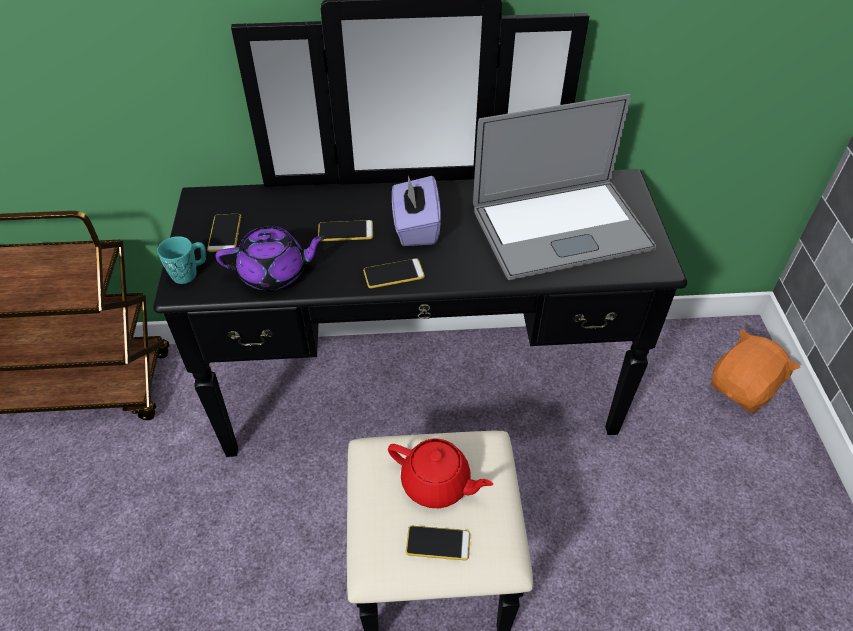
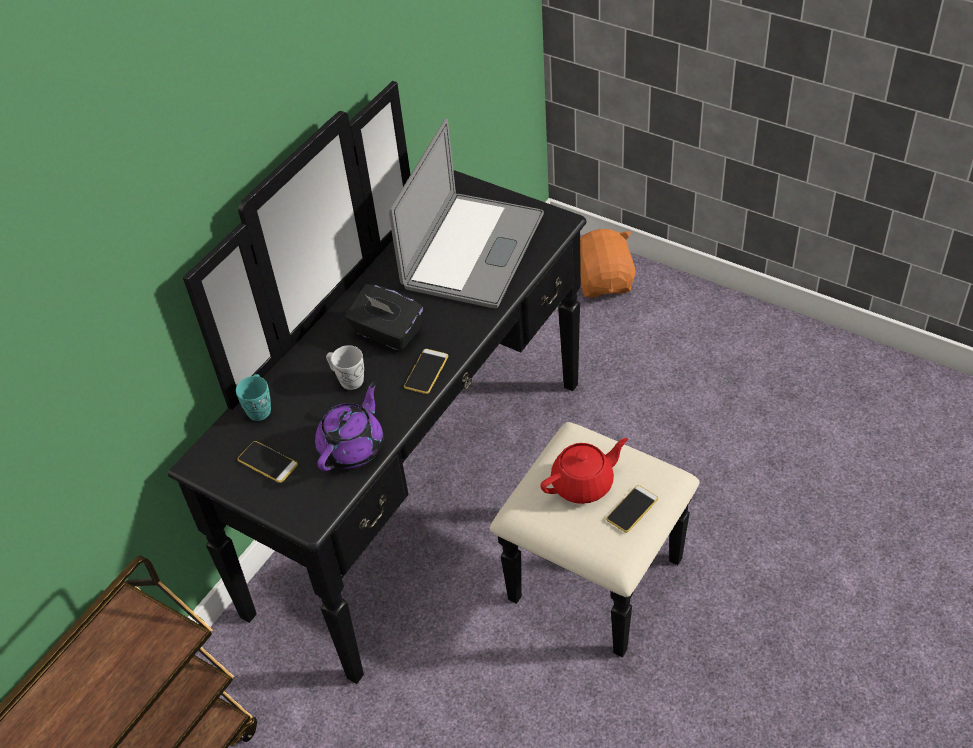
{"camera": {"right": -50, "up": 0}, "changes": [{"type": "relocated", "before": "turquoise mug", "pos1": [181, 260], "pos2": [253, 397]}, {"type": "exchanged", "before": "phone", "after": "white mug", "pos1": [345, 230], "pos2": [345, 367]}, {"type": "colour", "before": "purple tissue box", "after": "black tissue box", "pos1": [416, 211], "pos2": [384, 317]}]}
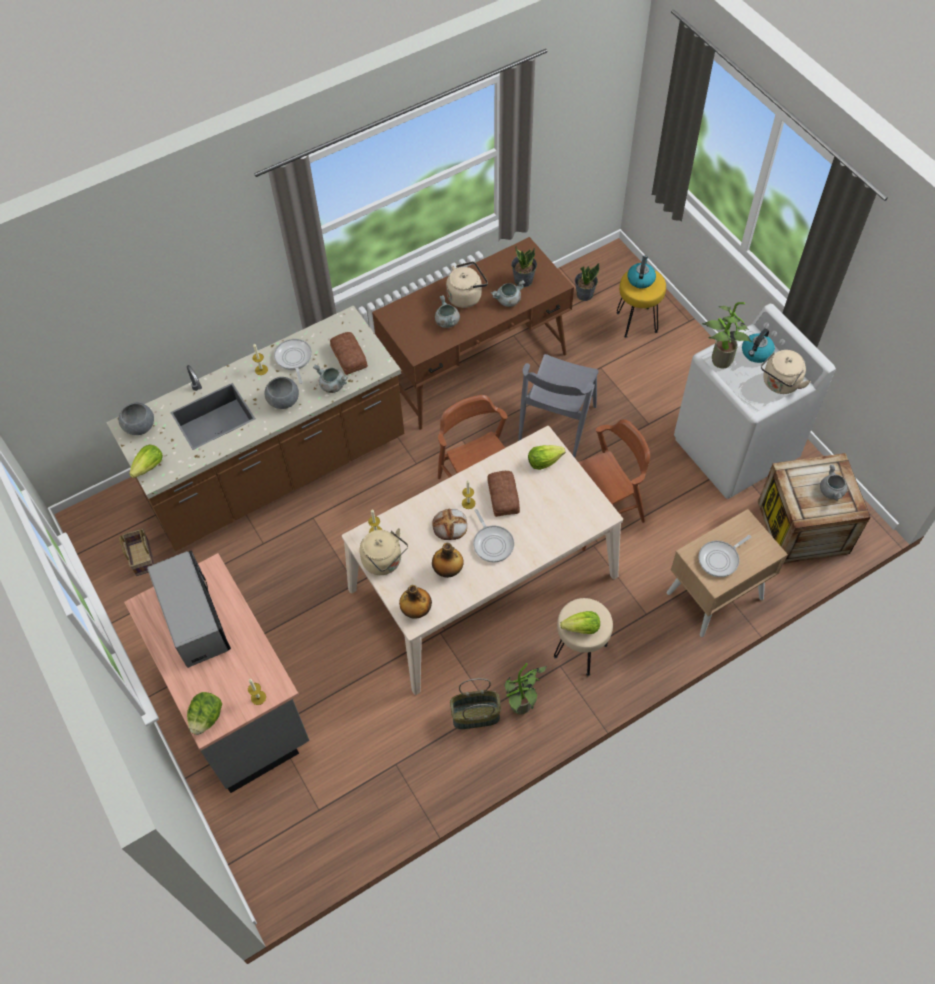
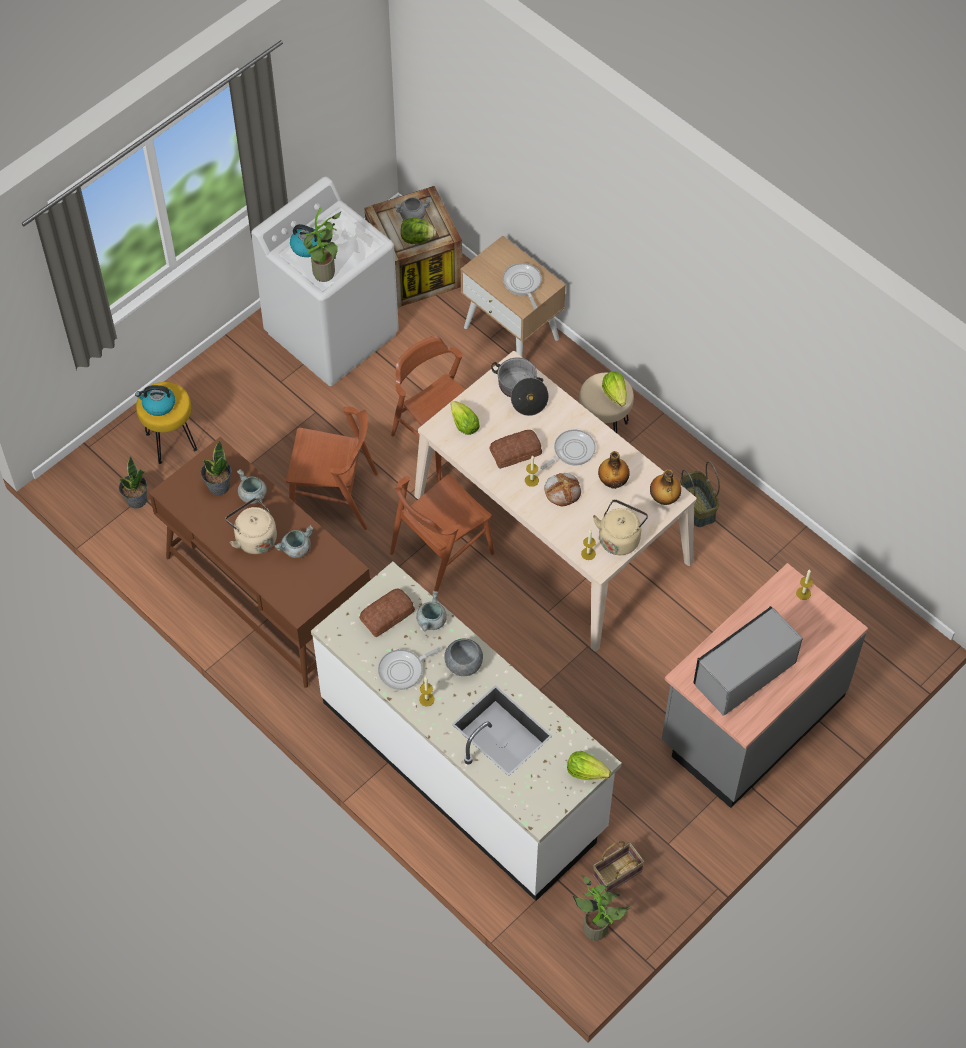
{"camera": {"right": -105, "up": 0}, "changes": [{"type": "colour", "before": "grey chair", "after": "brown chair", "pos1": [558, 406], "pos2": [332, 468]}, {"type": "colour", "before": "brown counter", "after": "white counter", "pos1": [255, 428], "pos2": [466, 731]}, {"type": "relocated", "before": "lettuce", "pos1": [204, 713], "pos2": [418, 231]}, {"type": "appeared", "after": "cooking pot", "pos2": [520, 386]}, {"type": "spun", "before": "frying pan", "pos1": [725, 556], "pos2": [522, 286], "turn": -150}, {"type": "relocated", "before": "potted plant", "pos1": [525, 689], "pos2": [601, 908]}, {"type": "missing", "before": "grey bowl", "pos1": [136, 419]}, {"type": "missing", "before": "beige kettle", "pos1": [786, 372]}]}
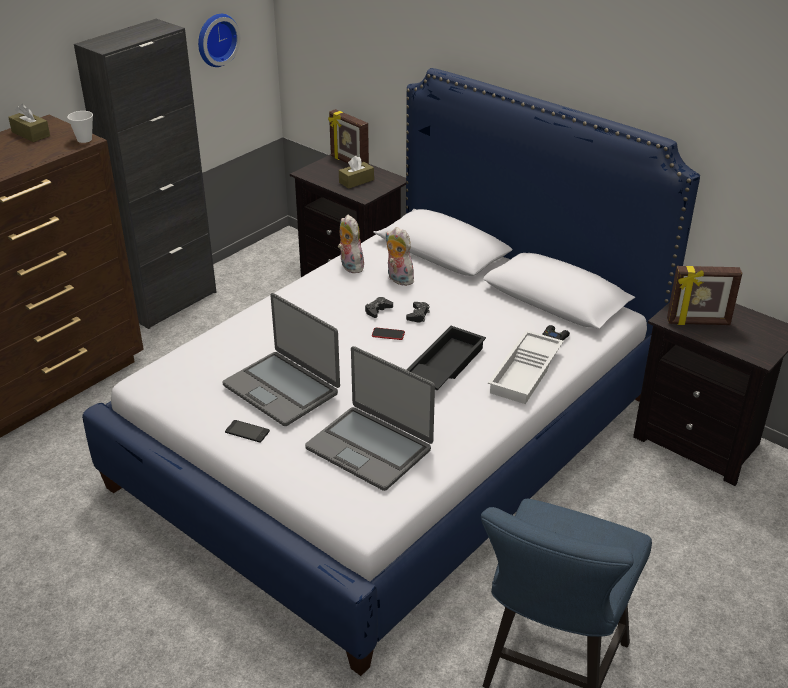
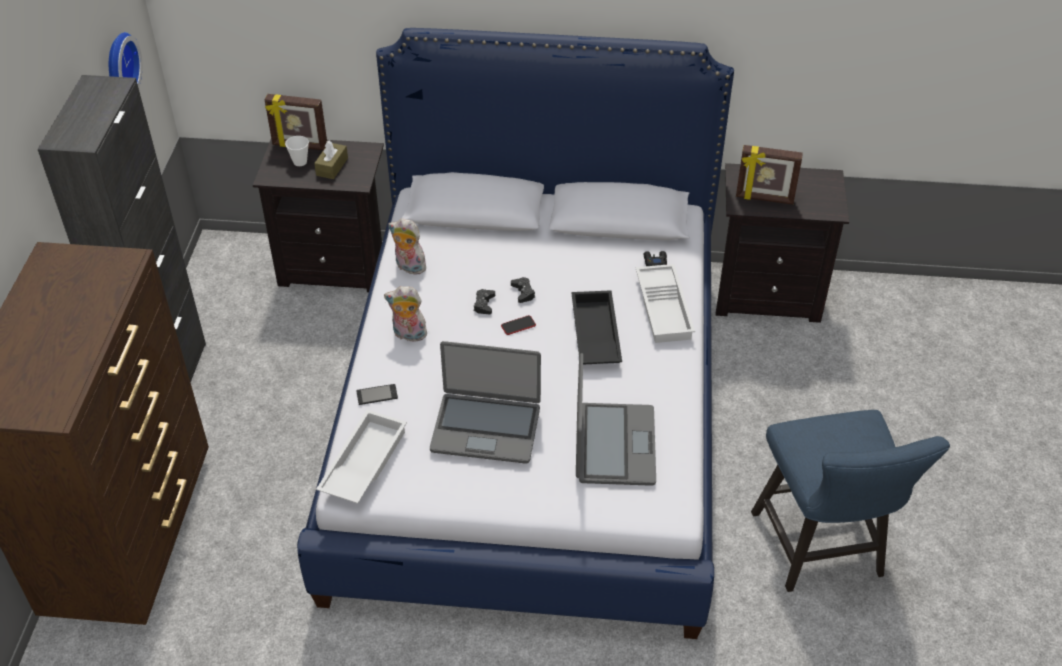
{"camera": {"right": -35, "up": 10}, "changes": [{"type": "relocated", "before": "cup", "pos1": [80, 127], "pos2": [297, 151]}, {"type": "appeared", "after": "white tray", "pos2": [361, 457]}, {"type": "relocated", "before": "phone", "pos1": [247, 431], "pos2": [377, 394]}, {"type": "relocated", "before": "plush toy", "pos1": [400, 256], "pos2": [405, 314]}, {"type": "spun", "before": "laptop", "pos1": [370, 418], "pos2": [616, 419], "turn": -90}, {"type": "spun", "before": "picture frame", "pos1": [704, 295], "pos2": [769, 175], "turn": 45}, {"type": "missing", "before": "brown tissue box", "pos1": [29, 123]}]}
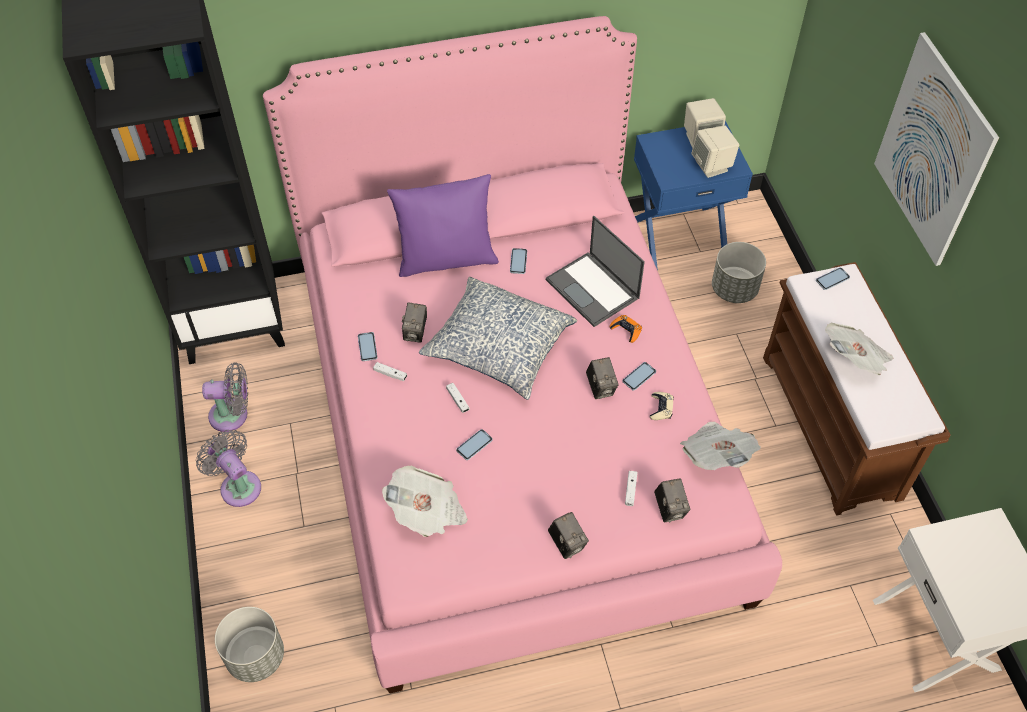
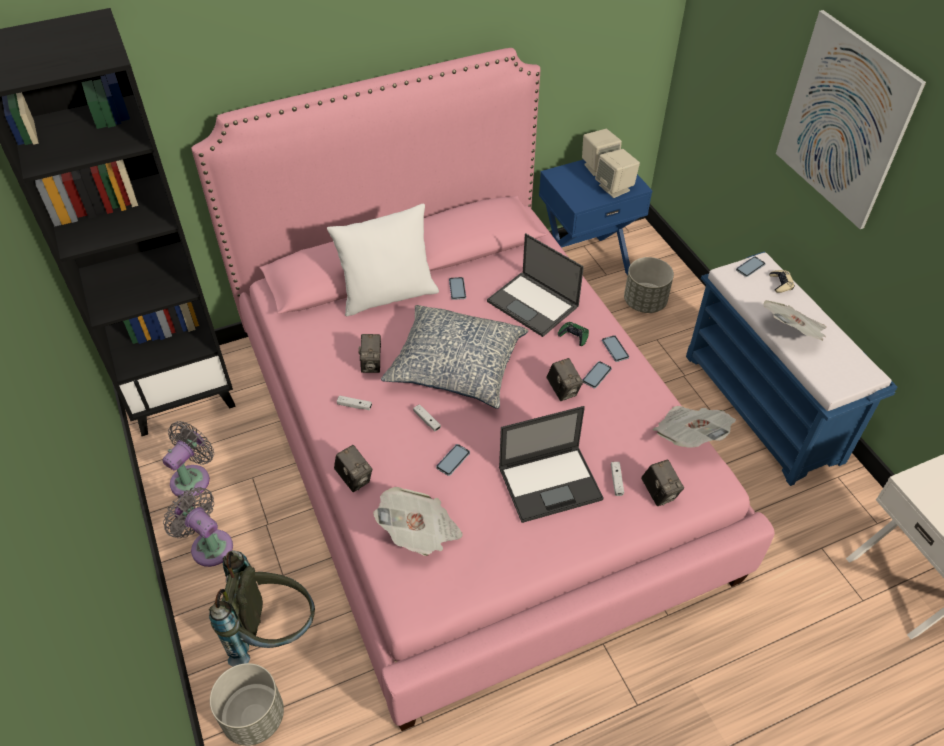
{"camera": {"right": -10, "up": -5}, "changes": [{"type": "spun", "before": "grey fan", "pos1": [225, 397], "pos2": [188, 459], "turn": -45}, {"type": "appeared", "after": "grey backpack", "pos2": [262, 608]}, {"type": "colour", "before": "purple pillow", "after": "white pillow", "pos1": [443, 225], "pos2": [383, 259]}, {"type": "relocated", "before": "photo camera", "pos1": [568, 535], "pos2": [353, 468]}, {"type": "appeared", "after": "laptop", "pos2": [551, 464]}, {"type": "colour", "before": "orange game controller", "after": "green game controller", "pos1": [626, 329], "pos2": [573, 334]}, {"type": "relocated", "before": "phone", "pos1": [368, 346], "pos2": [615, 348]}, {"type": "colour", "before": "brown bench", "after": "blue bench", "pos1": [857, 389], "pos2": [791, 368]}, {"type": "relocated", "before": "beige game controller", "pos1": [662, 406], "pos2": [782, 281]}]}
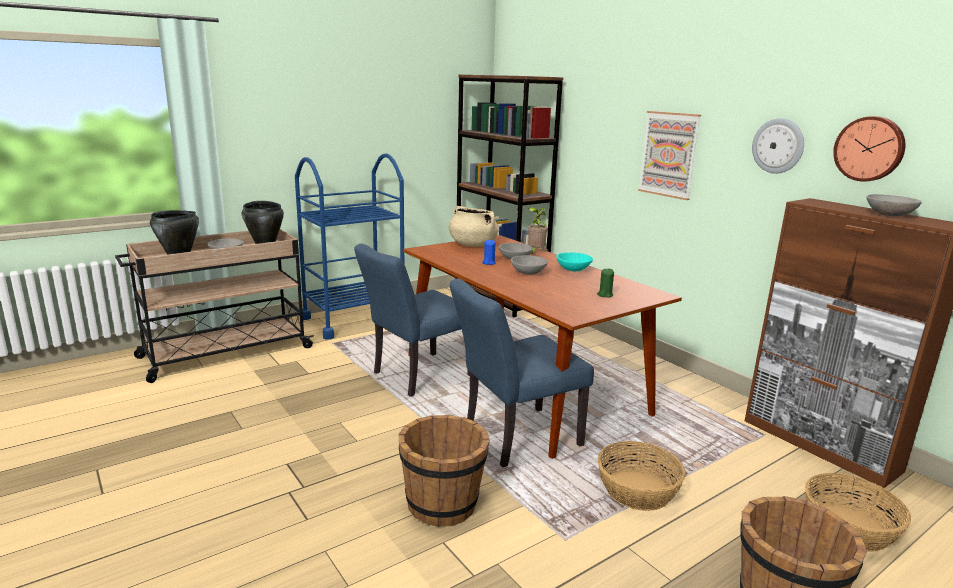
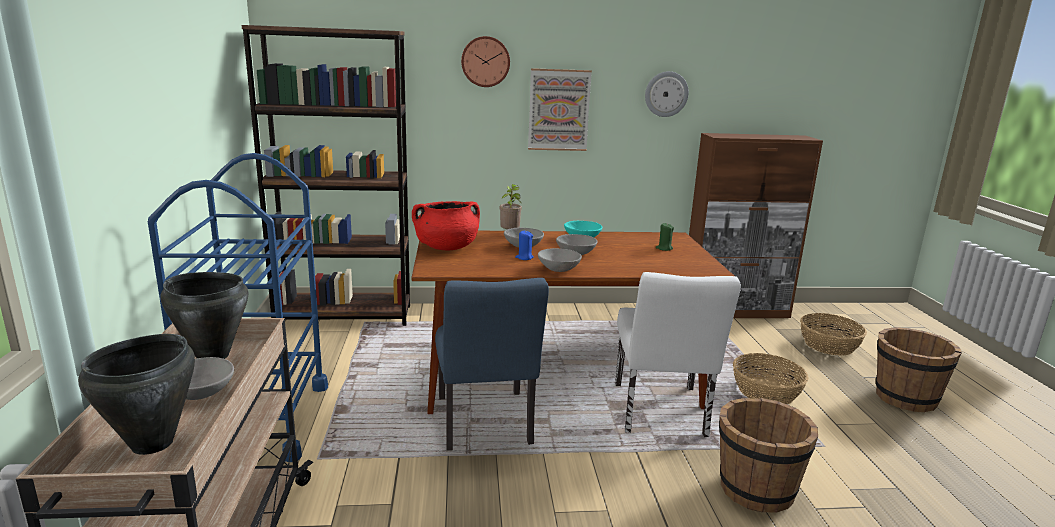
{"camera": {"right": -60, "up": 0}, "changes": [{"type": "colour", "before": "beige cooking pot", "after": "red cooking pot", "pos1": [473, 226], "pos2": [446, 225]}, {"type": "relocated", "before": "wall clock", "pos1": [869, 149], "pos2": [485, 61]}, {"type": "relocated", "before": "grey bowl", "pos1": [894, 205], "pos2": [560, 260]}, {"type": "colour", "before": "blue chair", "after": "white chair", "pos1": [522, 373], "pos2": [678, 354]}]}
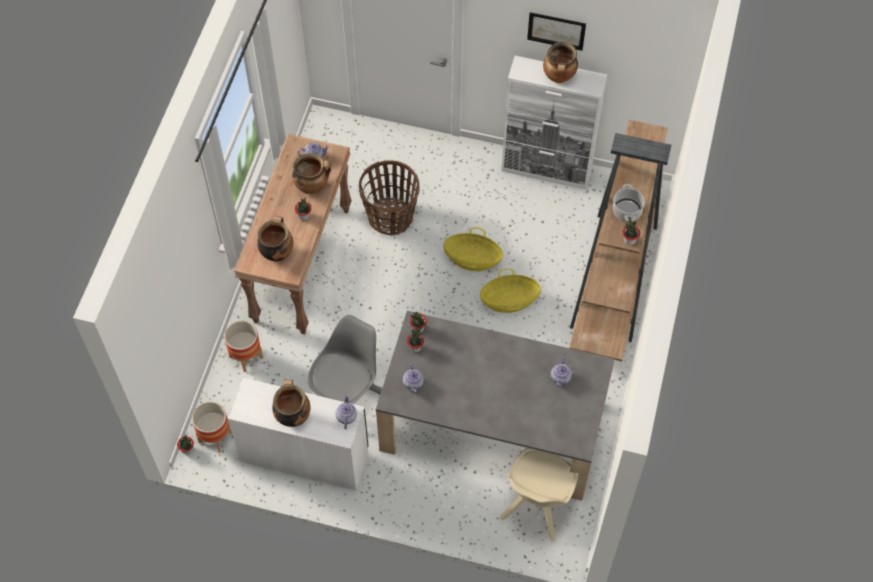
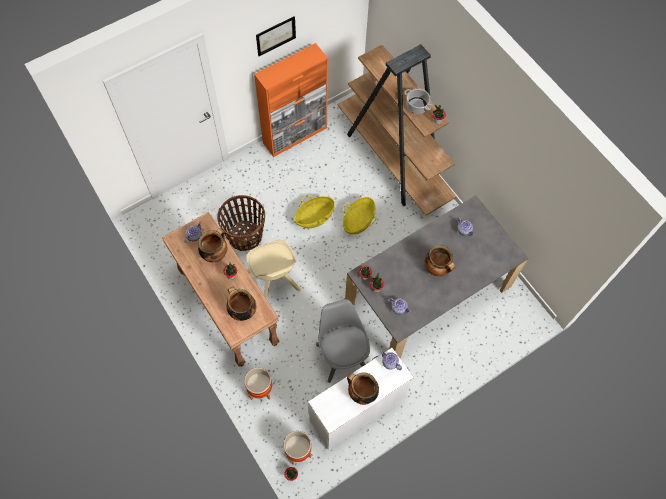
{"camera": {"right": -50, "up": 5}, "changes": [{"type": "relocated", "before": "beige chair", "pos1": [539, 495], "pos2": [273, 269]}, {"type": "colour", "before": "white cabinet", "after": "orange cabinet", "pos1": [554, 123], "pos2": [291, 100]}, {"type": "relocated", "before": "cooking pot", "pos1": [560, 62], "pos2": [439, 260]}]}
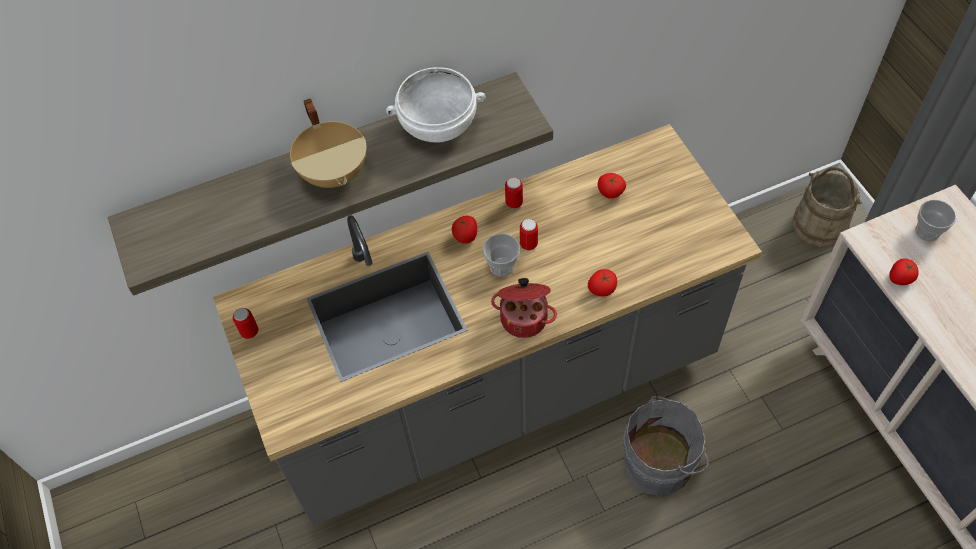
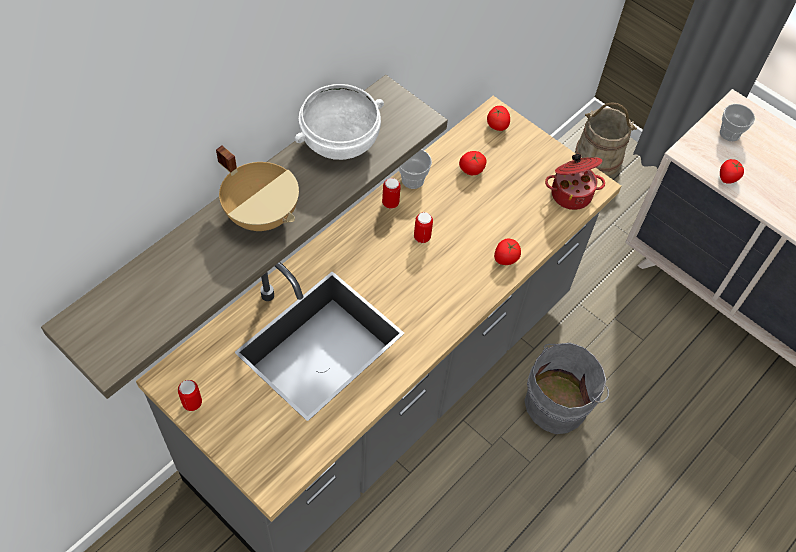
{"camera": {"right": -30, "up": 0}, "changes": [{"type": "relocated", "before": "cup", "pos1": [501, 255], "pos2": [415, 169]}, {"type": "relocated", "before": "tomato", "pos1": [464, 230], "pos2": [498, 118]}, {"type": "relocated", "before": "cooking pot", "pos1": [524, 308], "pos2": [575, 182]}]}
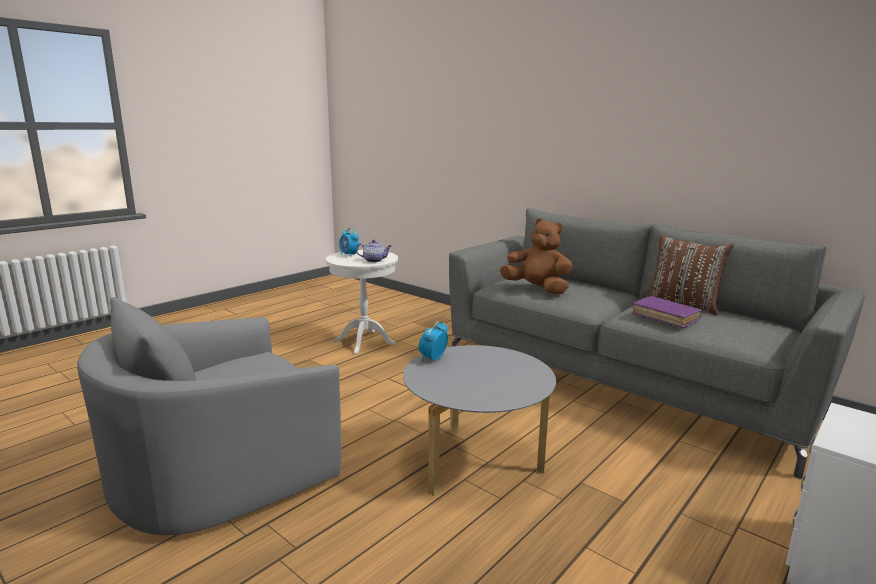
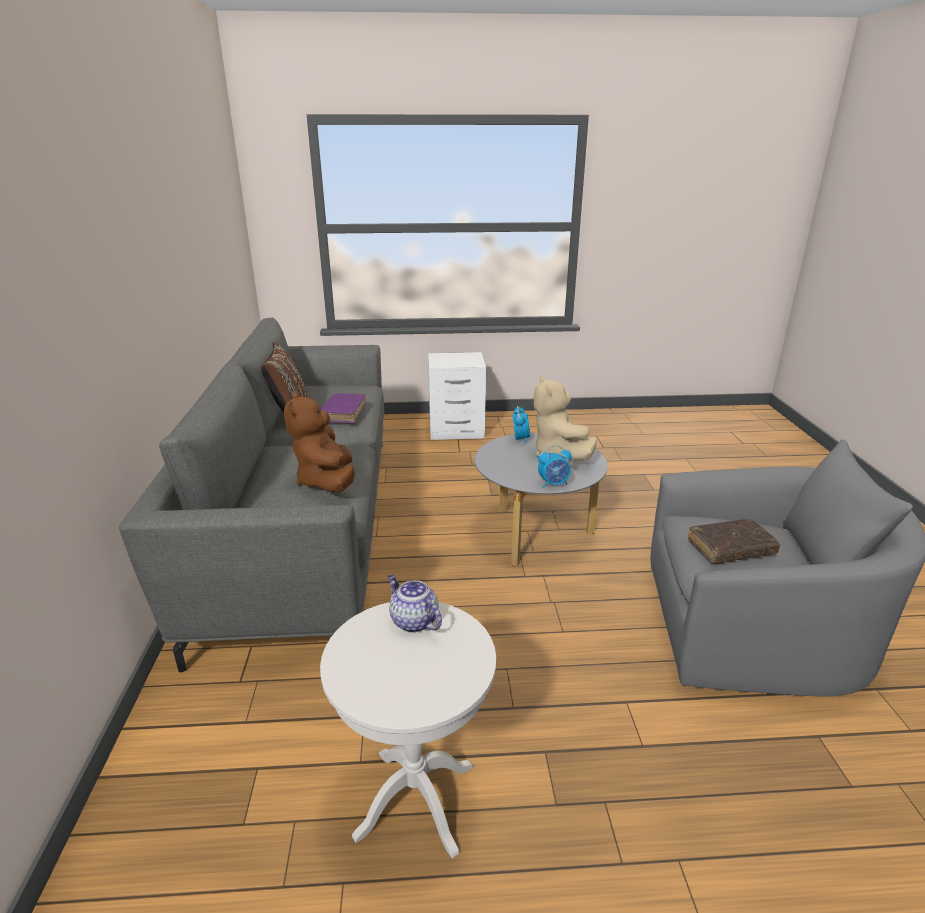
{"camera": {"right": -135, "up": 10}, "changes": [{"type": "relocated", "before": "alarm clock", "pos1": [349, 242], "pos2": [521, 425]}, {"type": "appeared", "after": "beige plush toy", "pos2": [565, 418]}, {"type": "appeared", "after": "brown book", "pos2": [734, 541]}]}
